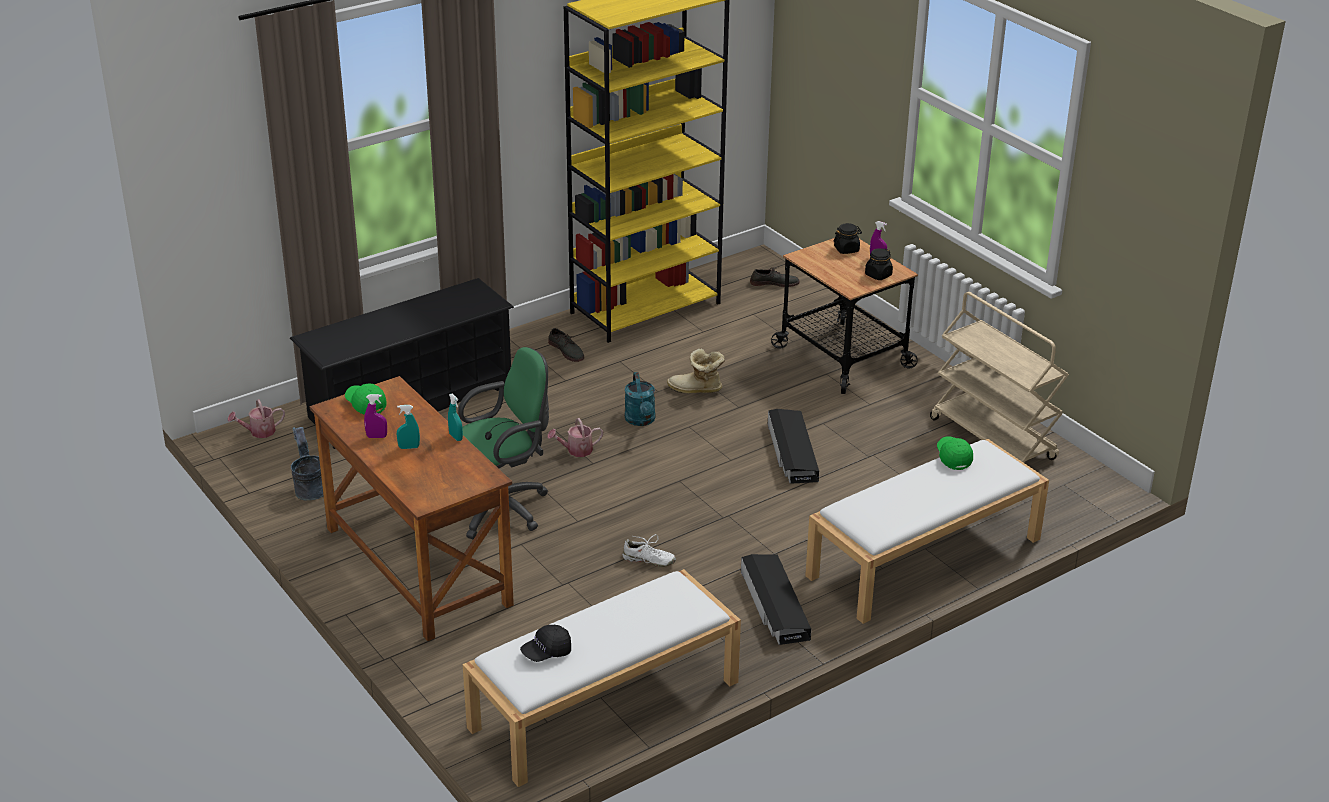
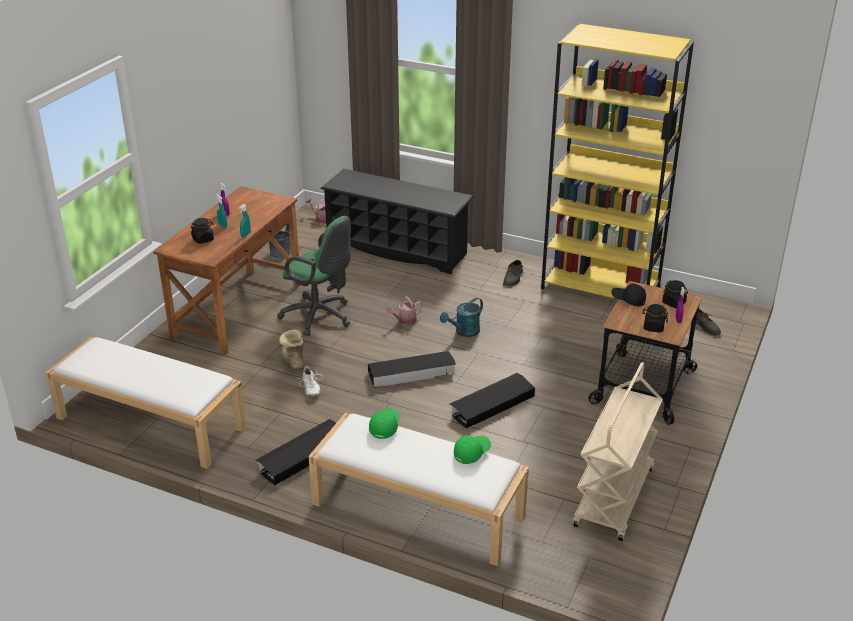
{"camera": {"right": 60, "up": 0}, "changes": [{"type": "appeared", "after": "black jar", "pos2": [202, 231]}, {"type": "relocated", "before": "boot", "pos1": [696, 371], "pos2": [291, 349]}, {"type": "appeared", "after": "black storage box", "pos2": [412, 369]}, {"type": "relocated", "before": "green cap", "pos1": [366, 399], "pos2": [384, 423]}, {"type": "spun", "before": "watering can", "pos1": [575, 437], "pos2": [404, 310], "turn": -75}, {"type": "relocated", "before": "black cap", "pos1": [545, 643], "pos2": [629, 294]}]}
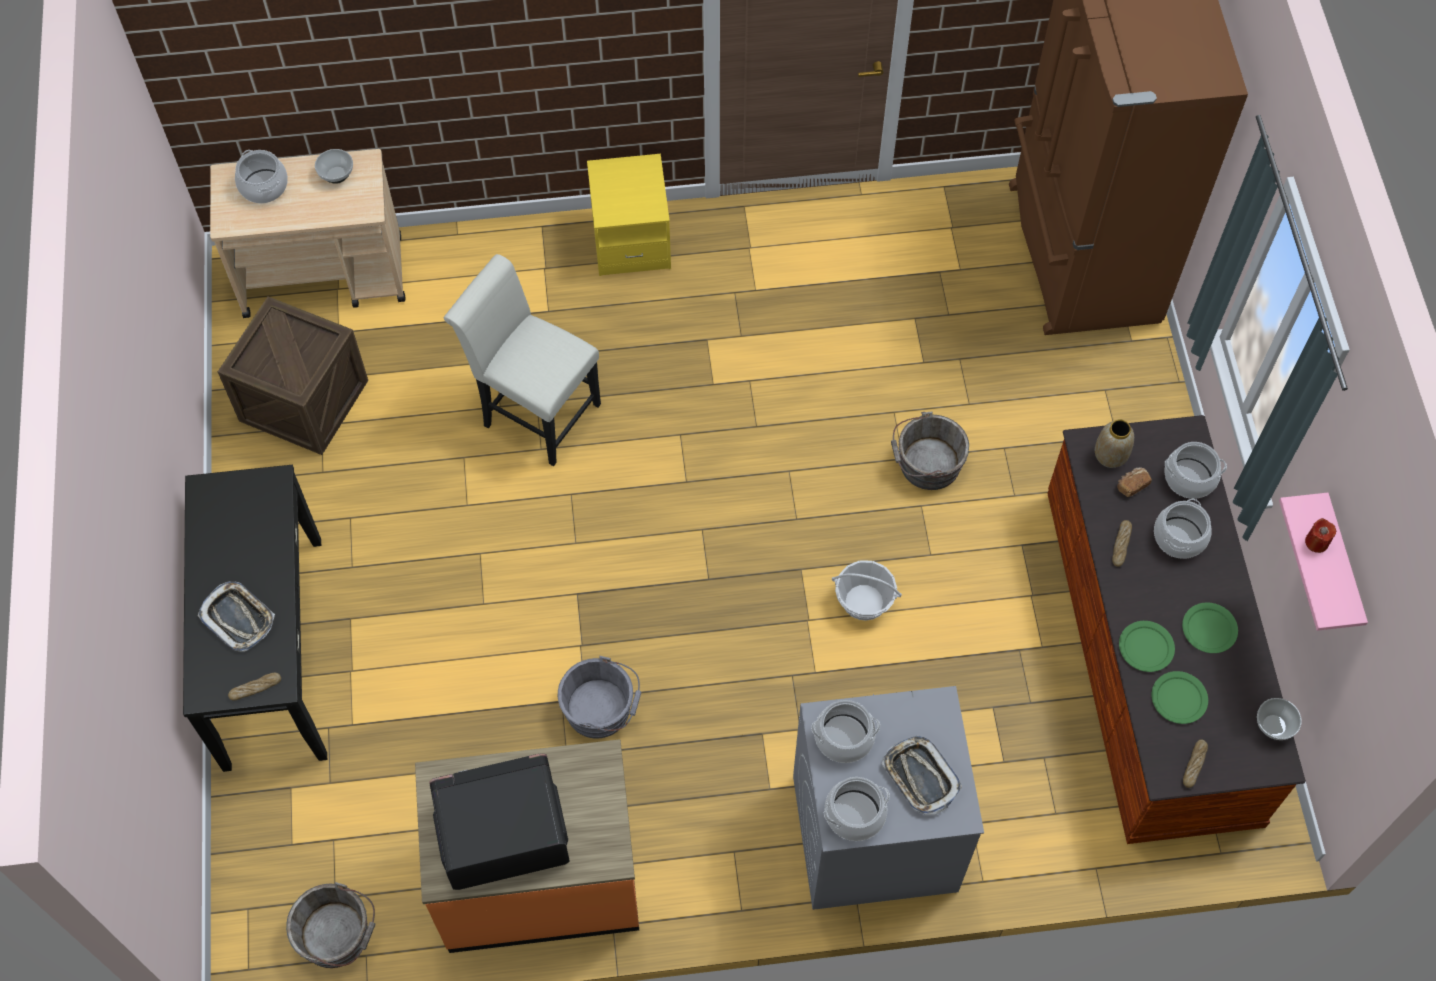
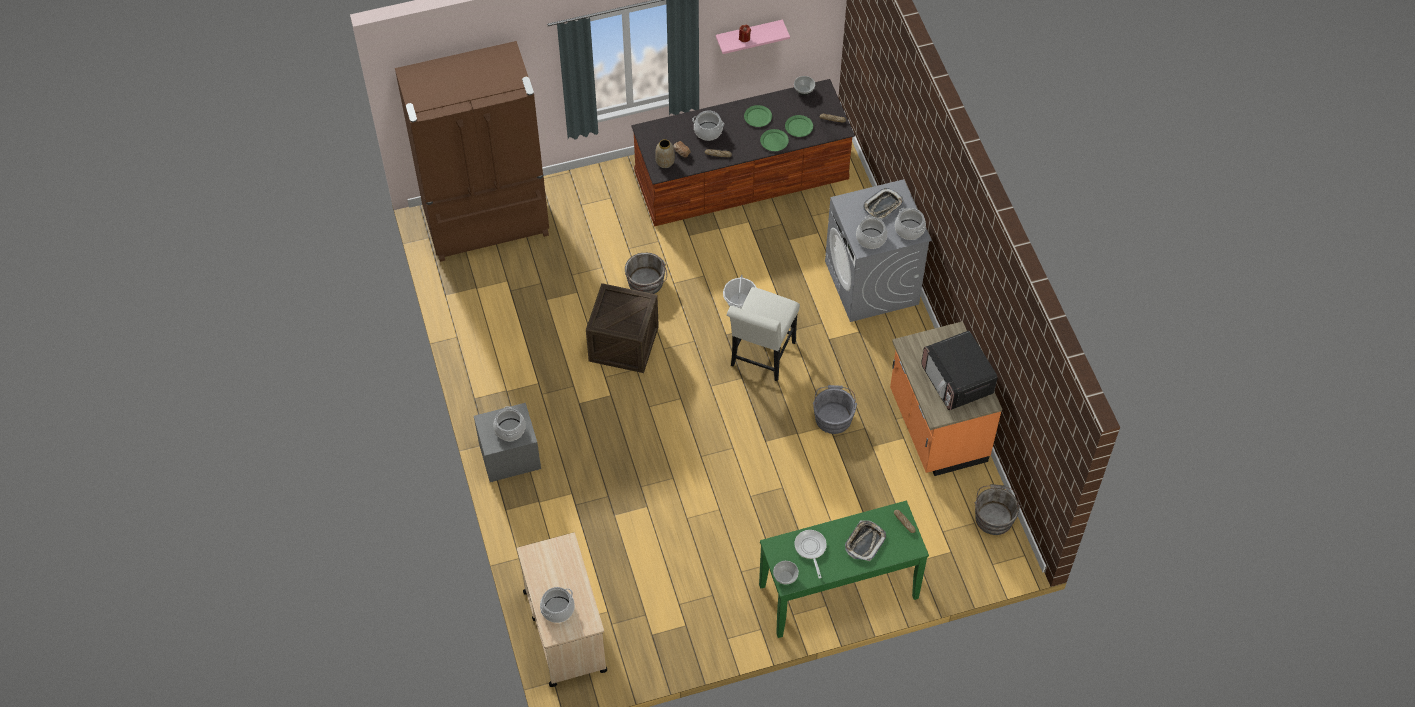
{"camera": {"right": -100, "up": -5}, "changes": [{"type": "colour", "before": "yellow nightstand", "after": "grey nightstand", "pos1": [629, 215], "pos2": [507, 442]}, {"type": "relocated", "before": "cooking pot", "pos1": [1196, 470], "pos2": [509, 423]}, {"type": "relocated", "before": "crate", "pos1": [293, 375], "pos2": [622, 328]}, {"type": "relocated", "before": "white chair", "pos1": [522, 360], "pos2": [763, 334]}, {"type": "colour", "before": "black console table", "after": "green console table", "pos1": [255, 618], "pos2": [844, 569]}, {"type": "relocated", "before": "bowl", "pos1": [334, 166], "pos2": [786, 573]}, {"type": "appeared", "after": "frying pan", "pos2": [810, 554]}]}
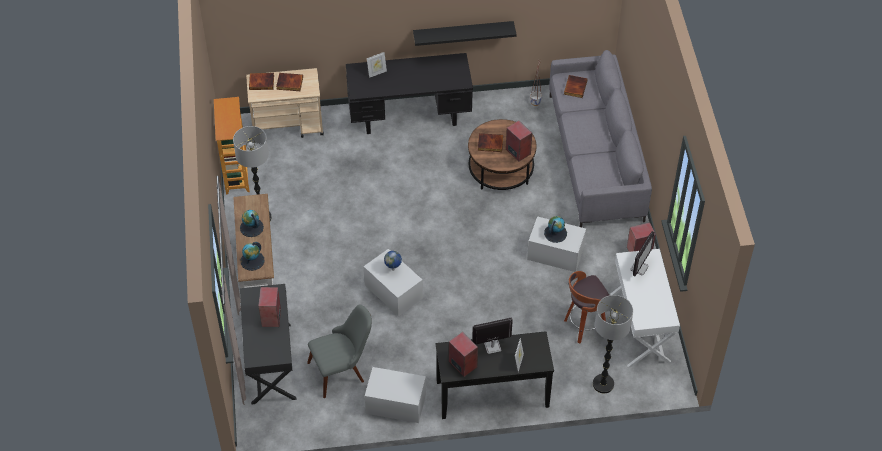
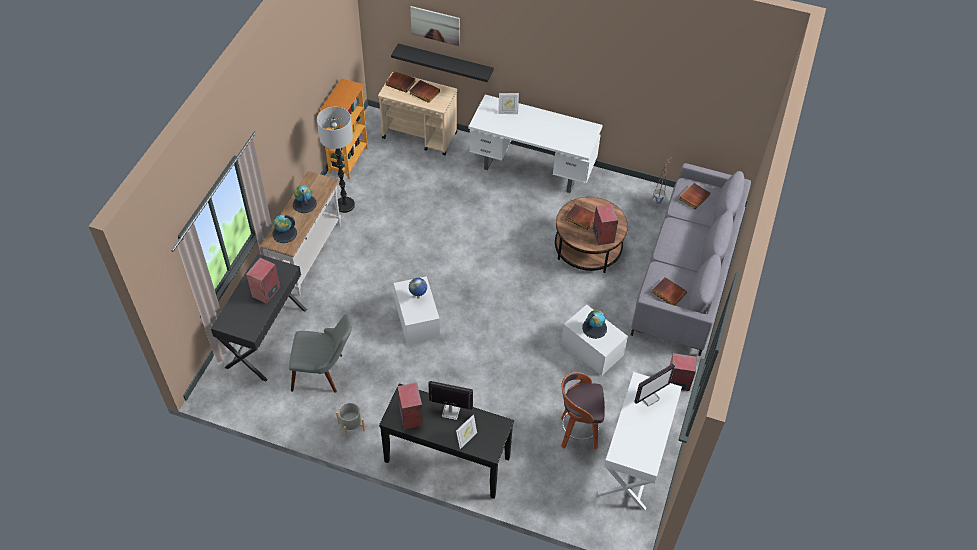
{"camera": {"right": 25, "up": 0}, "changes": [{"type": "exchanged", "before": "white storage box", "after": "grey planter", "pos1": [395, 395], "pos2": [350, 420]}, {"type": "relocated", "before": "black shelf", "pos1": [465, 33], "pos2": [442, 62]}, {"type": "appeared", "after": "picture", "pos2": [435, 26]}, {"type": "colour", "before": "black desk", "after": "white desk", "pos1": [409, 93], "pos2": [535, 143]}, {"type": "appeared", "after": "book", "pos2": [669, 291]}, {"type": "missing", "before": "floor lamp", "pos1": [613, 344]}]}
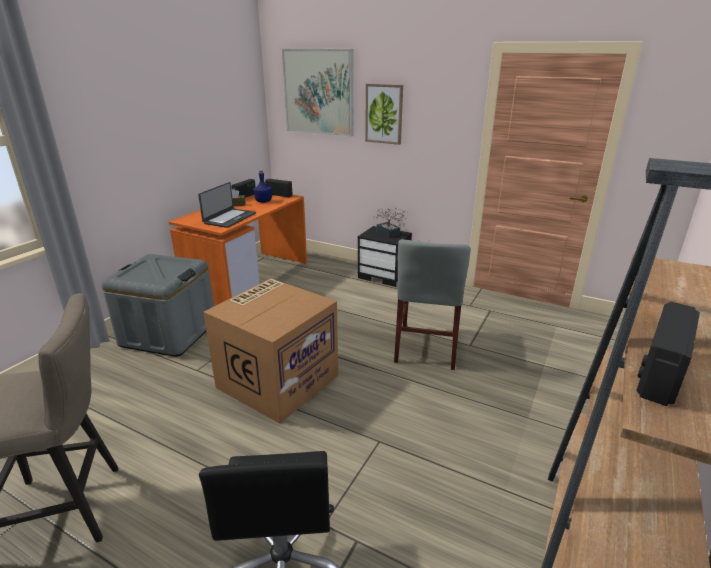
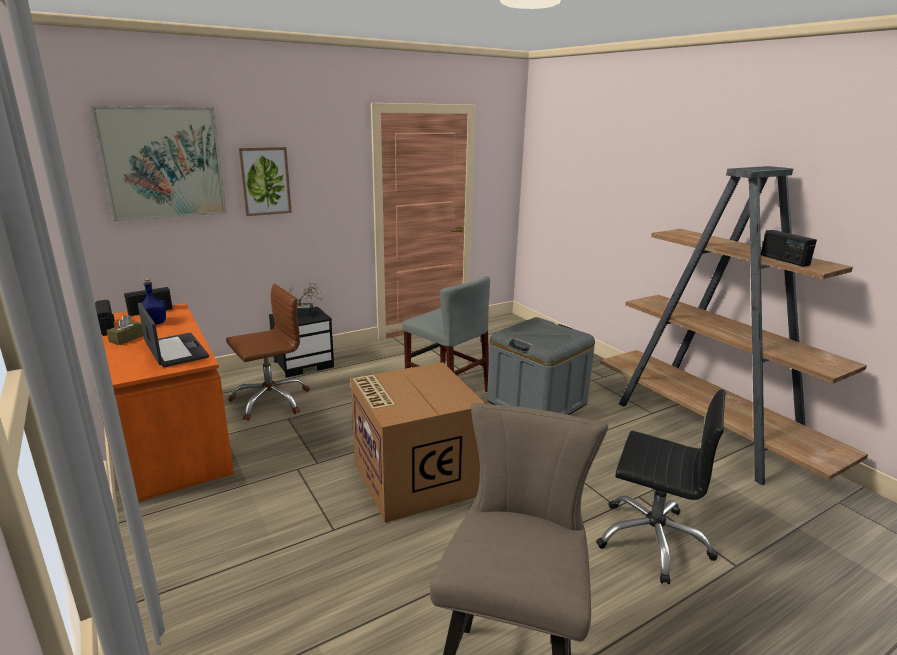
{"camera": {"right": -60, "up": -5}, "changes": [{"type": "appeared", "after": "brown office chair", "pos2": [268, 352]}, {"type": "relocated", "before": "grey storage box", "pos1": [158, 305], "pos2": [541, 366]}]}
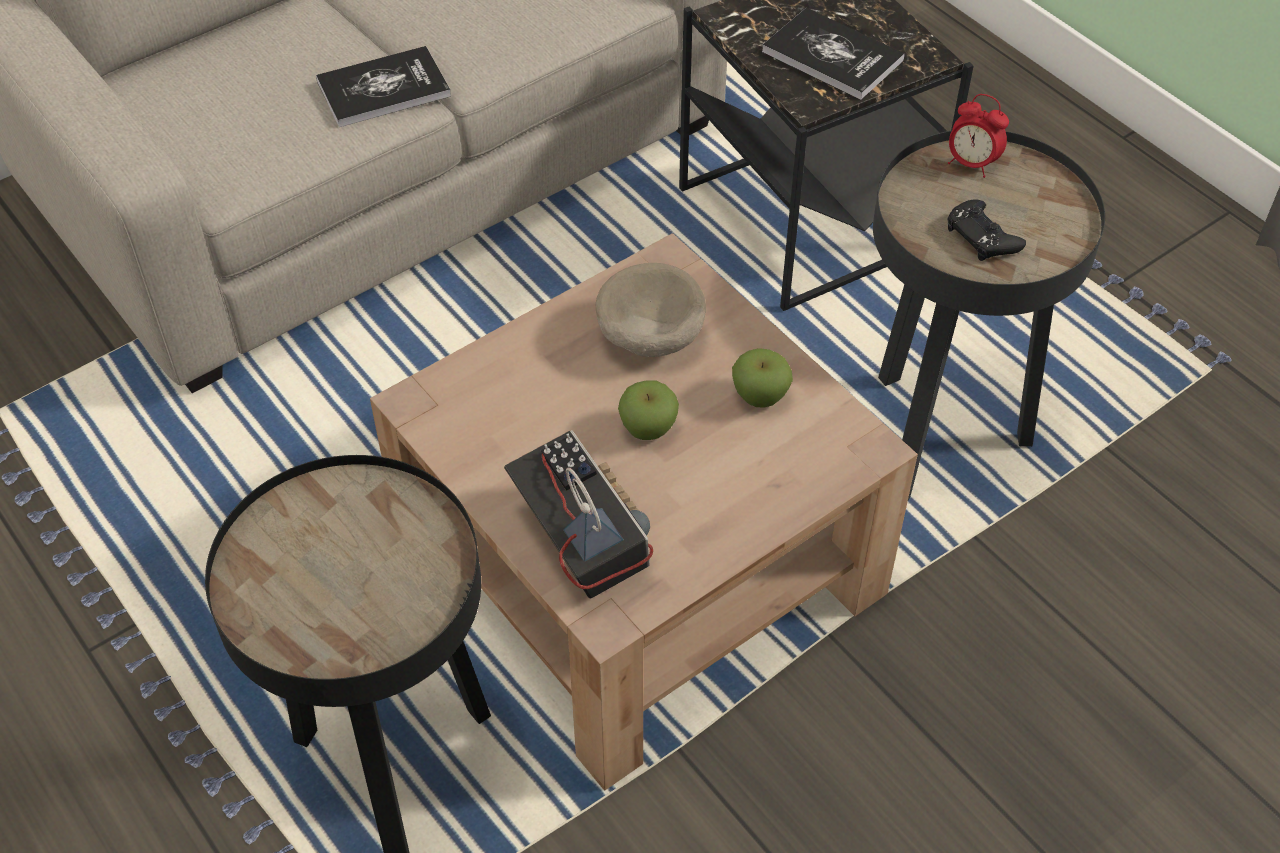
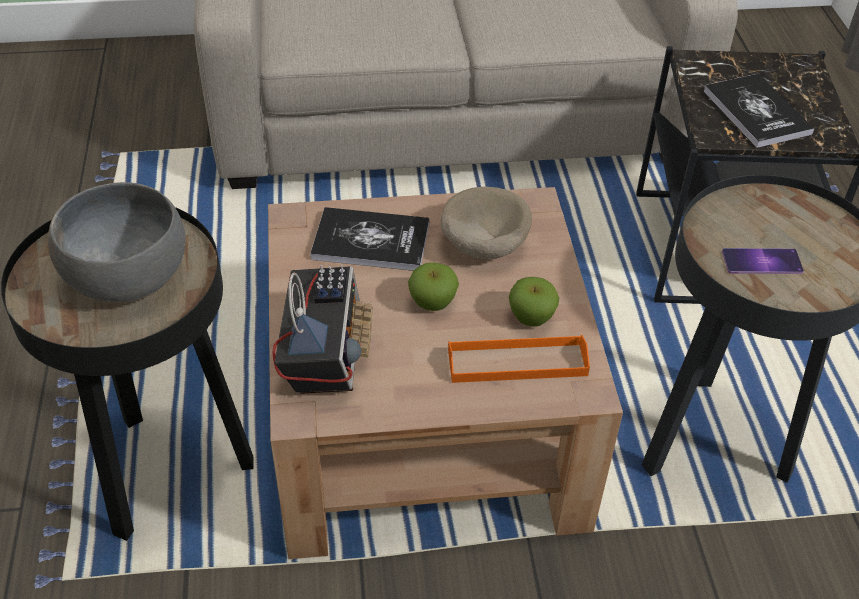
{"camera": {"right": 30, "up": -5}, "changes": [{"type": "appeared", "after": "grey bowl", "pos2": [117, 242]}, {"type": "relocated", "before": "book", "pos1": [383, 86], "pos2": [369, 239]}, {"type": "appeared", "after": "orange tray", "pos2": [519, 359]}, {"type": "exchanged", "before": "black game controller", "after": "phone", "pos1": [987, 230], "pos2": [763, 261]}, {"type": "missing", "before": "alarm clock", "pos1": [978, 136]}]}
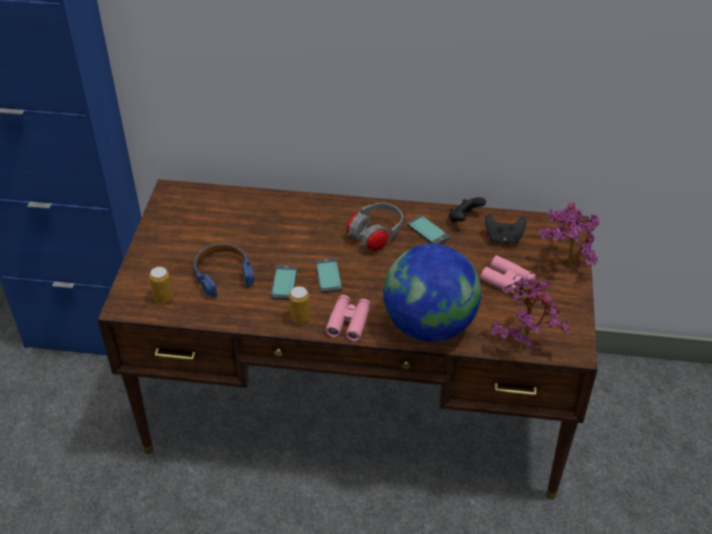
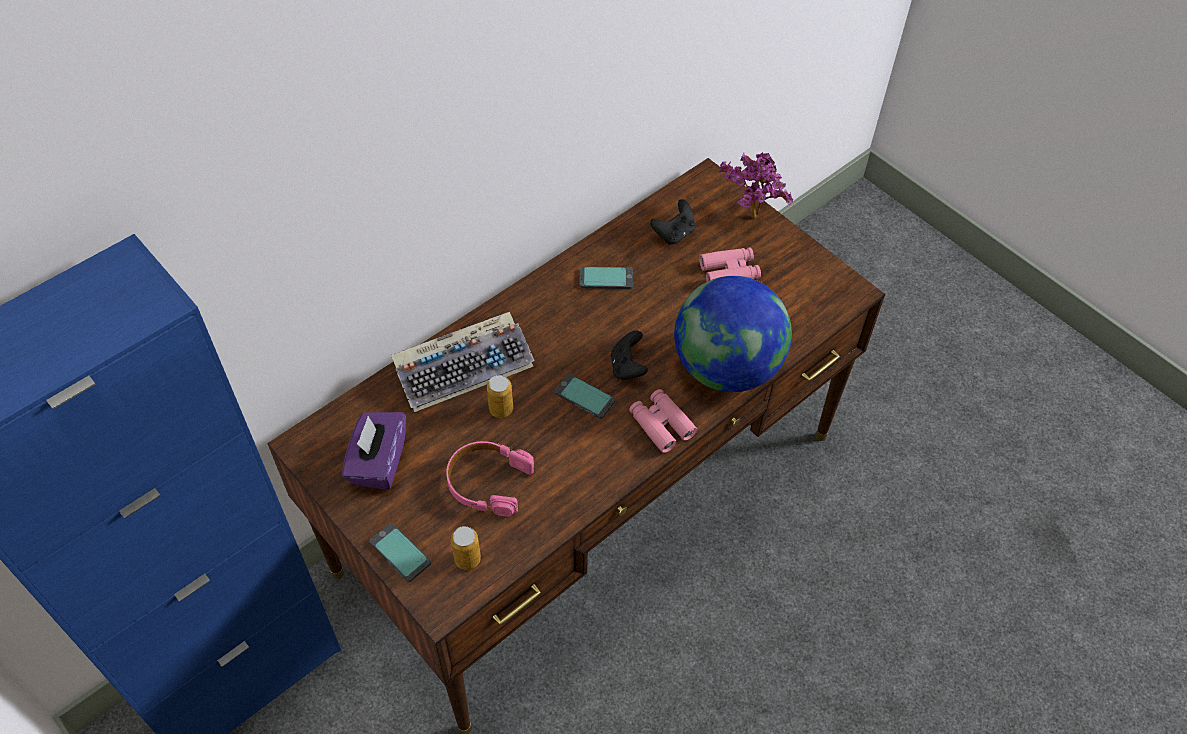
{"camera": {"right": -50, "up": 10}, "changes": [{"type": "appeared", "after": "purple tissue box", "pos2": [374, 451]}, {"type": "relocated", "before": "phone", "pos1": [284, 282], "pos2": [400, 552]}, {"type": "appeared", "after": "keyboard", "pos2": [463, 362]}, {"type": "colour", "before": "blue headphones", "after": "pink headphones", "pos1": [224, 270], "pos2": [490, 479]}, {"type": "relocated", "before": "can", "pos1": [299, 305], "pos2": [500, 396]}, {"type": "relocated", "before": "black game controller", "pos1": [467, 209], "pos2": [629, 355]}, {"type": "missing", "before": "grey headphones", "pos1": [374, 227]}, {"type": "missing", "before": "potted plant", "pos1": [530, 314]}]}
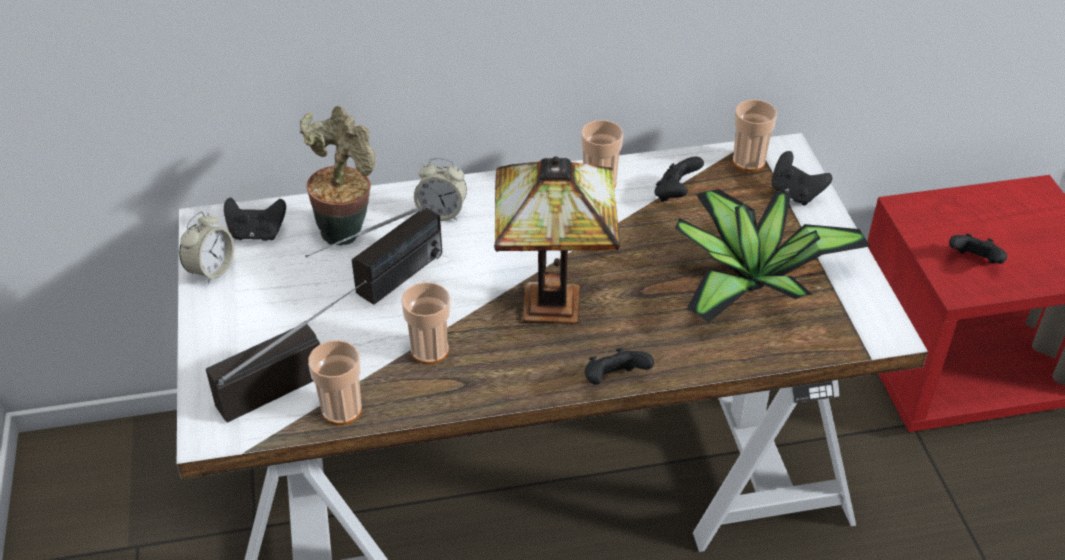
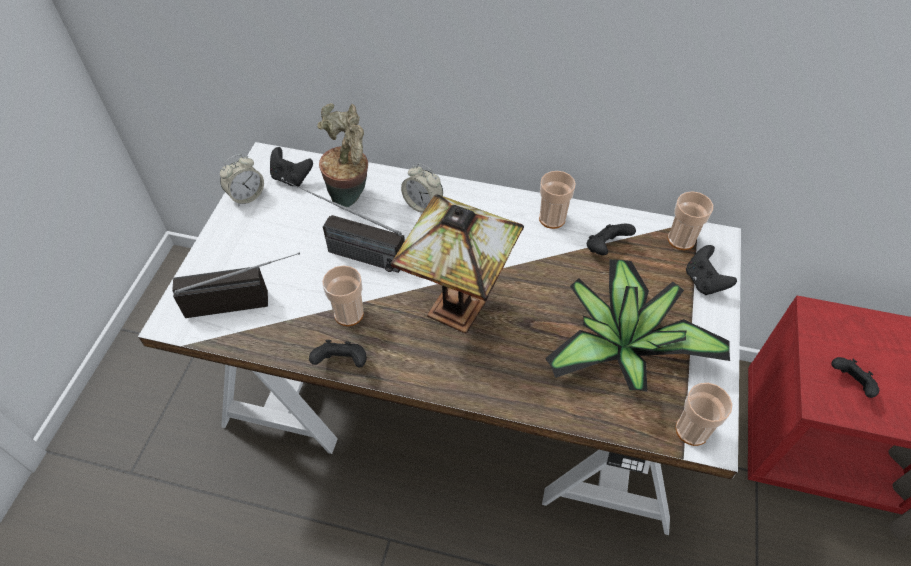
{"camera": {"right": 25, "up": 10}, "changes": [{"type": "spun", "before": "radio", "pos1": [373, 255], "pos2": [345, 227], "turn": 45}, {"type": "relocated", "before": "black game controller", "pos1": [619, 366], "pos2": [337, 354]}, {"type": "relocated", "before": "cup", "pos1": [335, 382], "pos2": [704, 414]}]}
